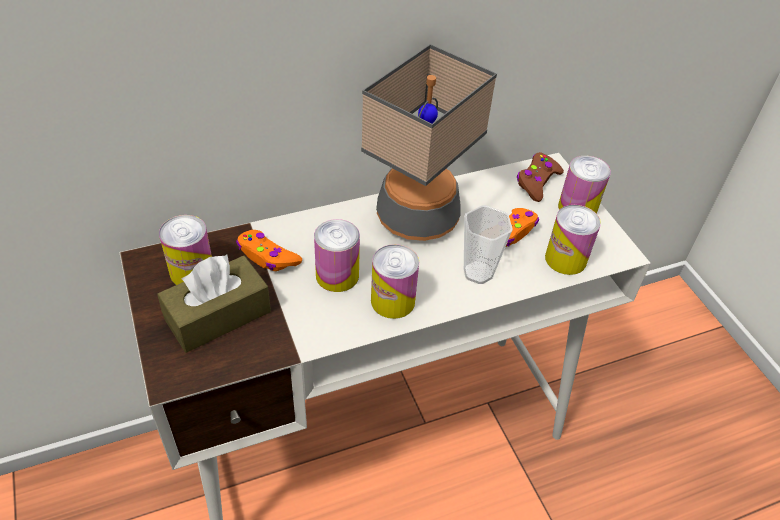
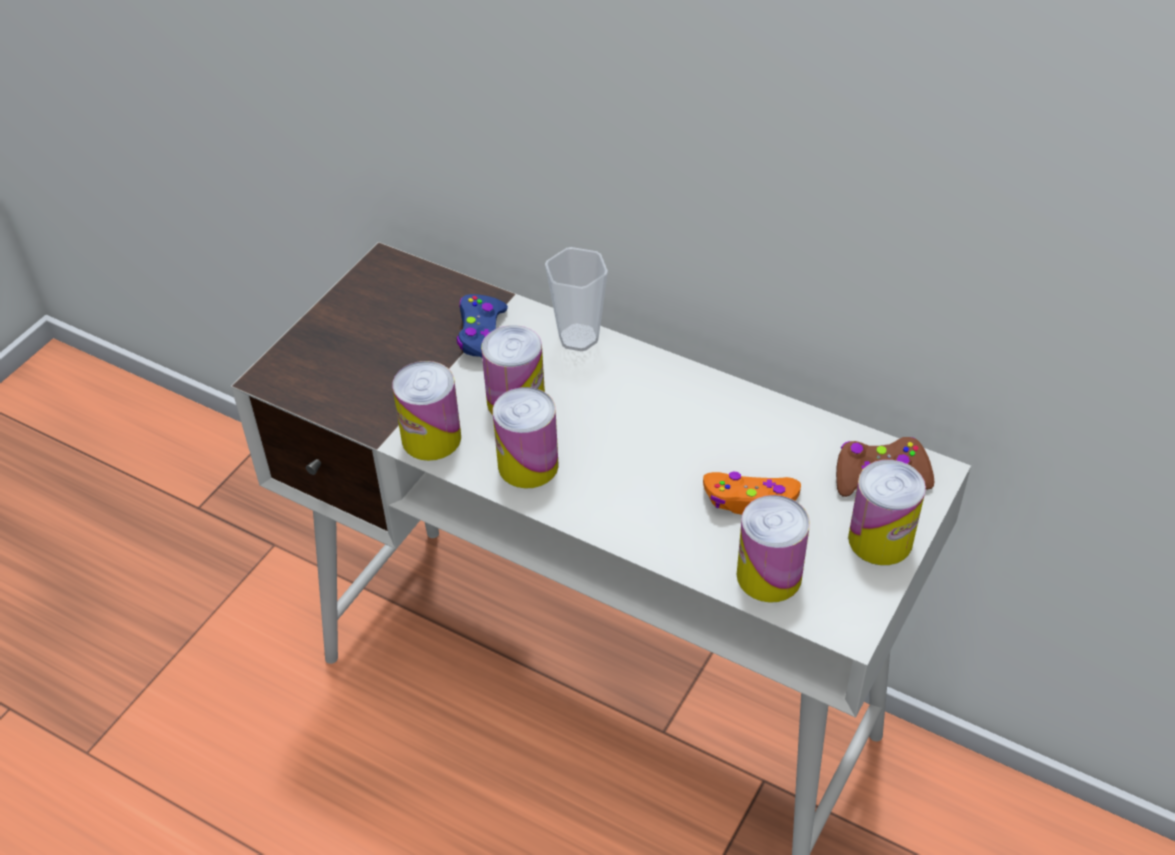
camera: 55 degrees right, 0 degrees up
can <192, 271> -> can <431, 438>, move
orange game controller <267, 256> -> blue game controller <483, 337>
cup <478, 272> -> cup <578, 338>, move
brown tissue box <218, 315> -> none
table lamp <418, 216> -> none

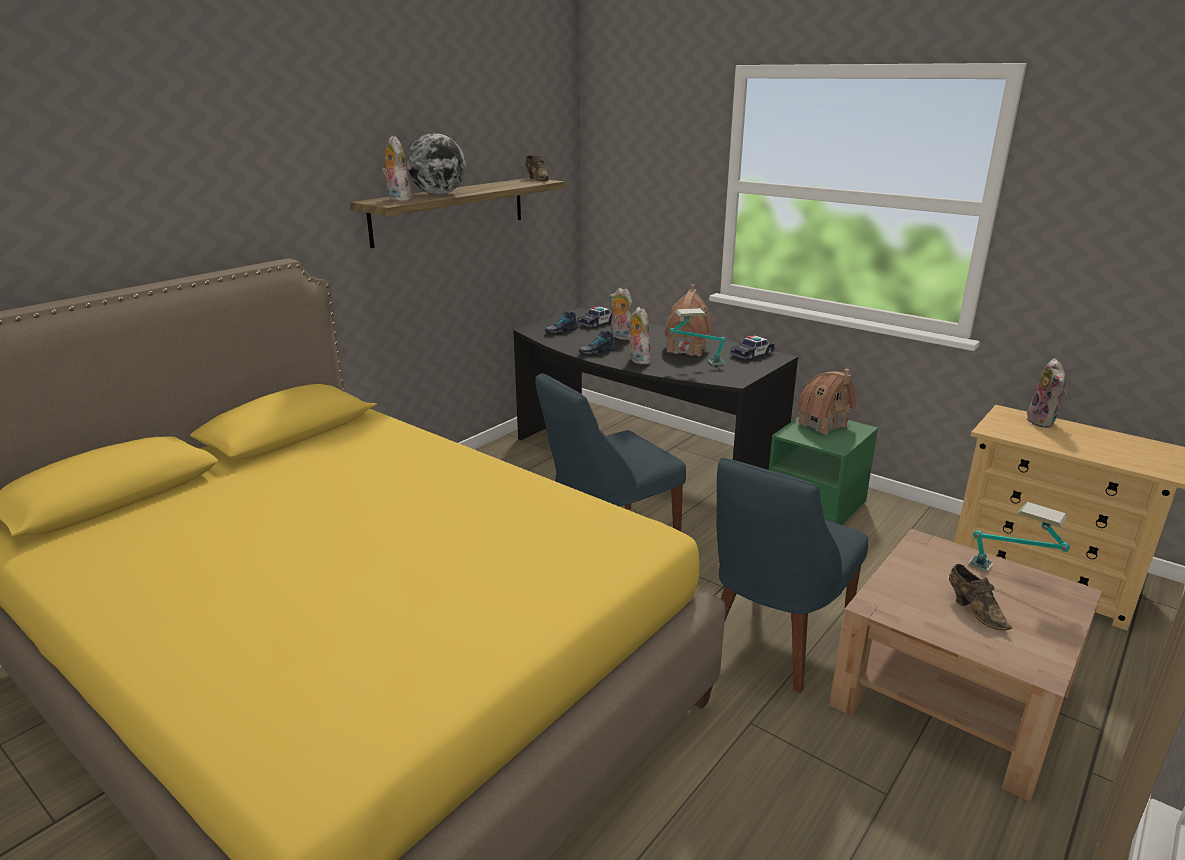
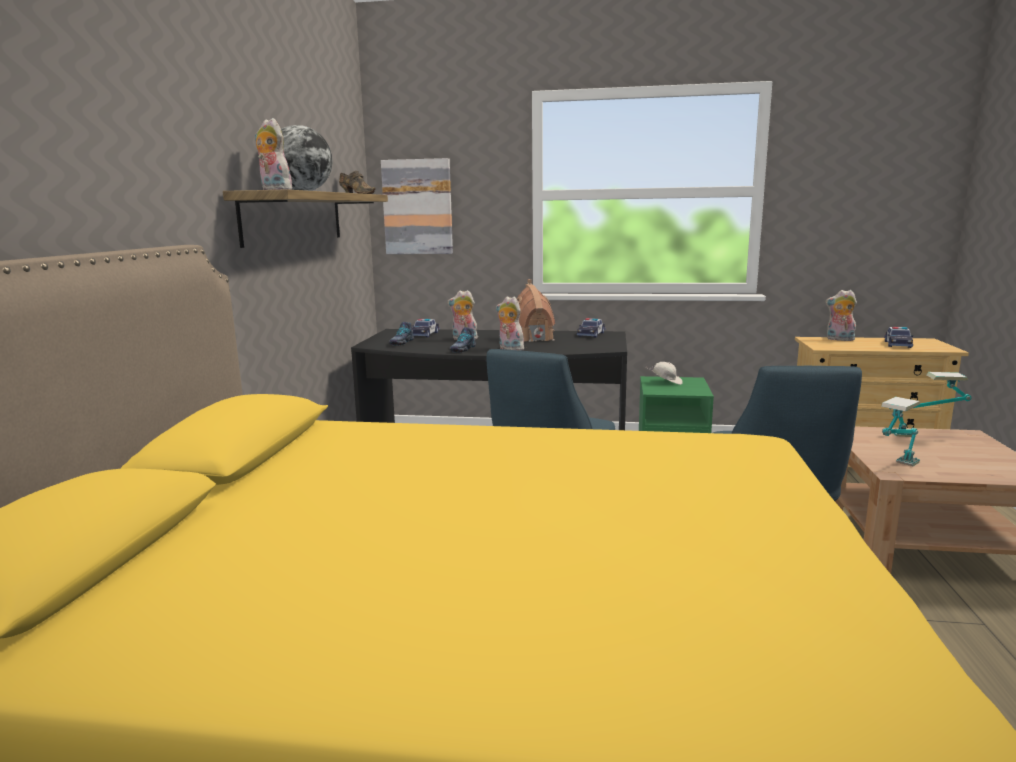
camera: 30 degrees left, 10 degrees down
none -> picture <418, 207>
toy house <822, 424> -> white cap <666, 382>
plush toy <1043, 422> -> plush toy <839, 339>, 135 degrees clockwise
table lamp <696, 364> -> table lamp <896, 469>, move
none -> toy car <897, 344>
brown shoe <974, 610> -> none

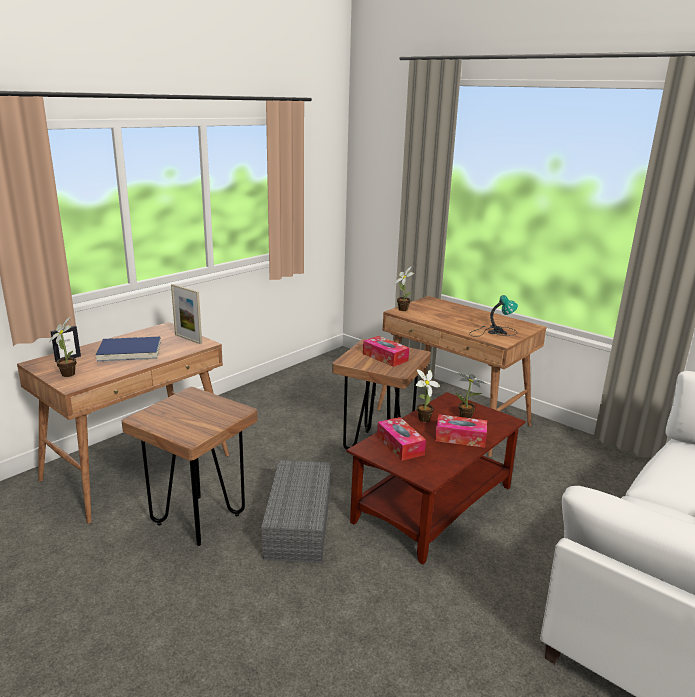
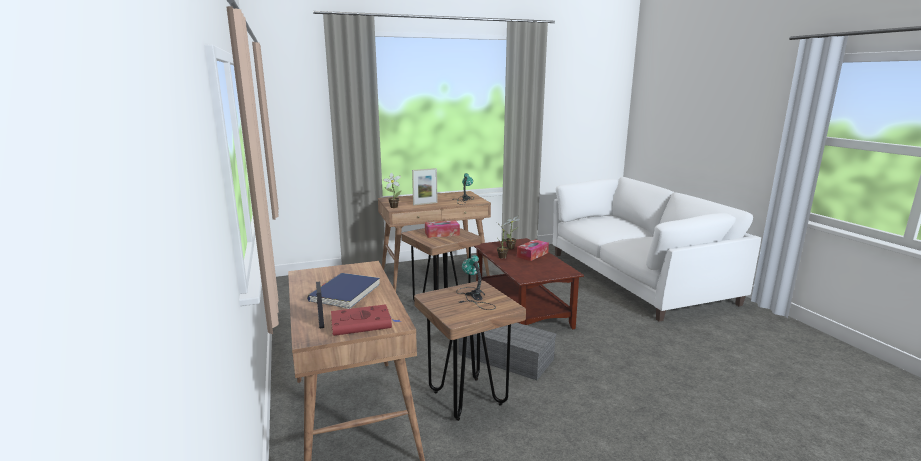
camera: 60 degrees left, 5 degrees down
potted plant <68, 373> -> red book <363, 324>
picture frame <188, 339> -> picture frame <425, 204>, move
none -> table lamp <474, 297>
tissue box <400, 445> -> none

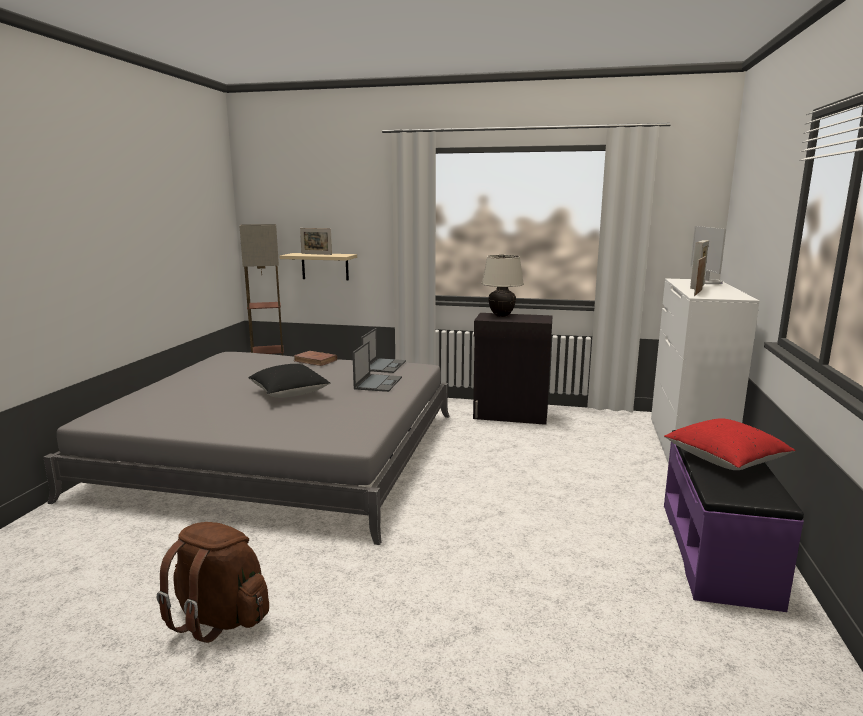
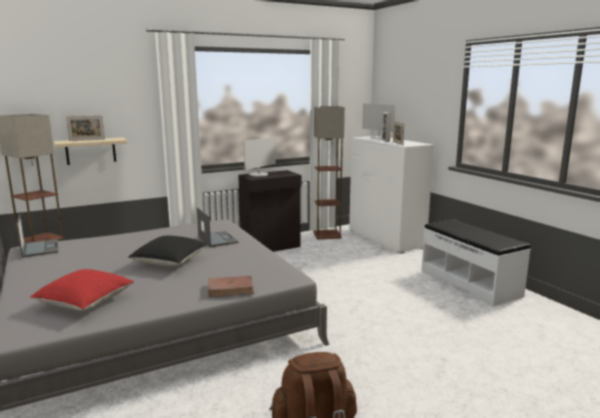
camera: 40 degrees left, 0 degrees up
laptop <384, 365> -> laptop <40, 248>, move
red pillow <725, 460> -> red pillow <85, 303>, move
brown book <315, 360> -> brown book <231, 289>, move
beige table lamp <501, 315> -> monitor <259, 174>
none -> floor lamp <327, 235>
purple bench <717, 551> -> white bench <470, 283>

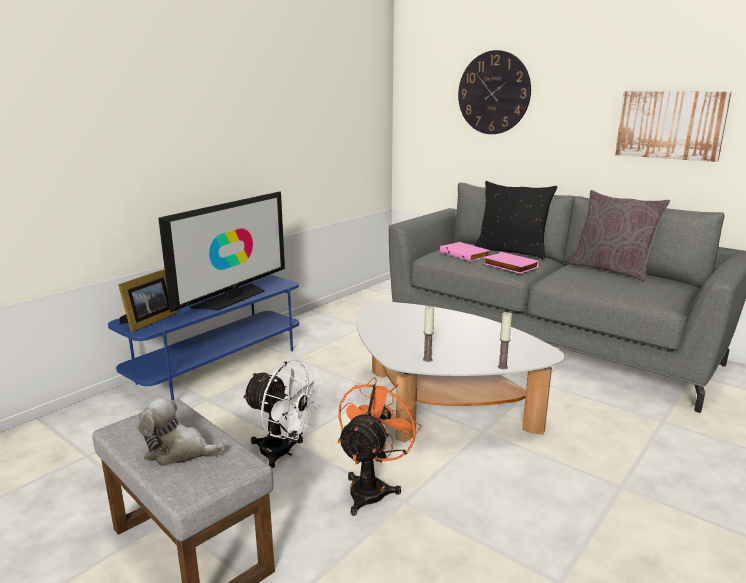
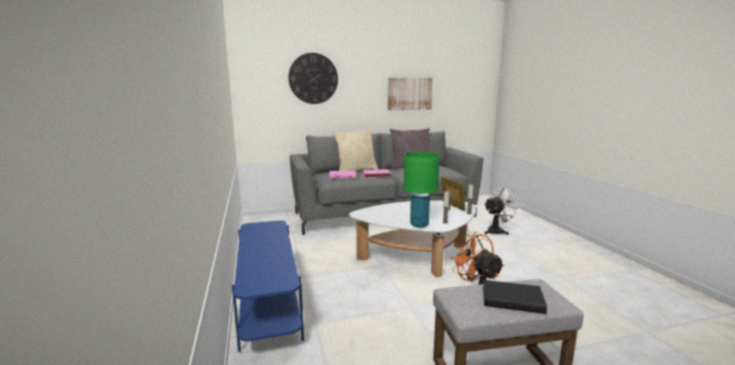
camera: 55 degrees left, 5 degrees down
black pillow <511, 252> -> beige pillow <356, 170>
none -> green table lamp <419, 225>
picture frame <148, 321> -> picture frame <451, 207>, move
plush toy <179, 451> -> black book <512, 299>
white fan <283, 452> -> white fan <498, 231>, move
television <232, 298> -> none

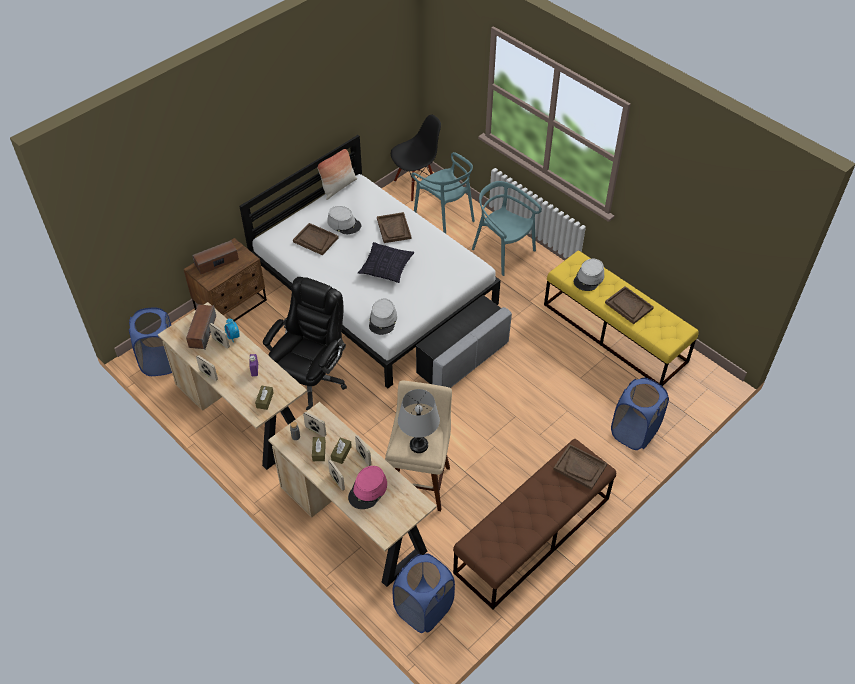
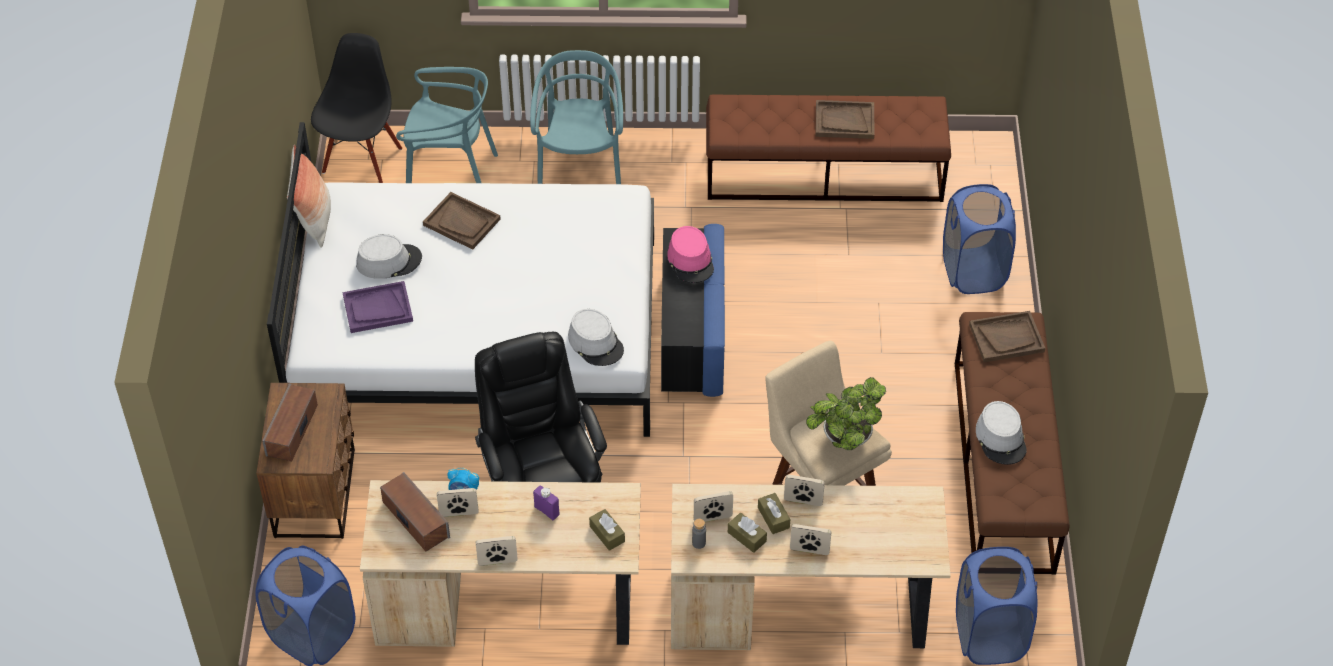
camera: 45 degrees left, 0 degrees up
brown tray <315, 240> -> purple tray <377, 309>
turquoise chair <502, 252> -> turquoise chair <580, 169>, 90 degrees clockwise
grey ottoman <462, 358> -> blue ottoman <692, 333>
pink hat <368, 490> -> pink hat <691, 260>, move
yellow bench <615, 333> -> brown bench <825, 174>
grey table lamp <419, 445> -> potted plant <844, 440>
grey hat <589, 278> -> grey hat <1001, 438>, move
pillow <386, 268> -> none

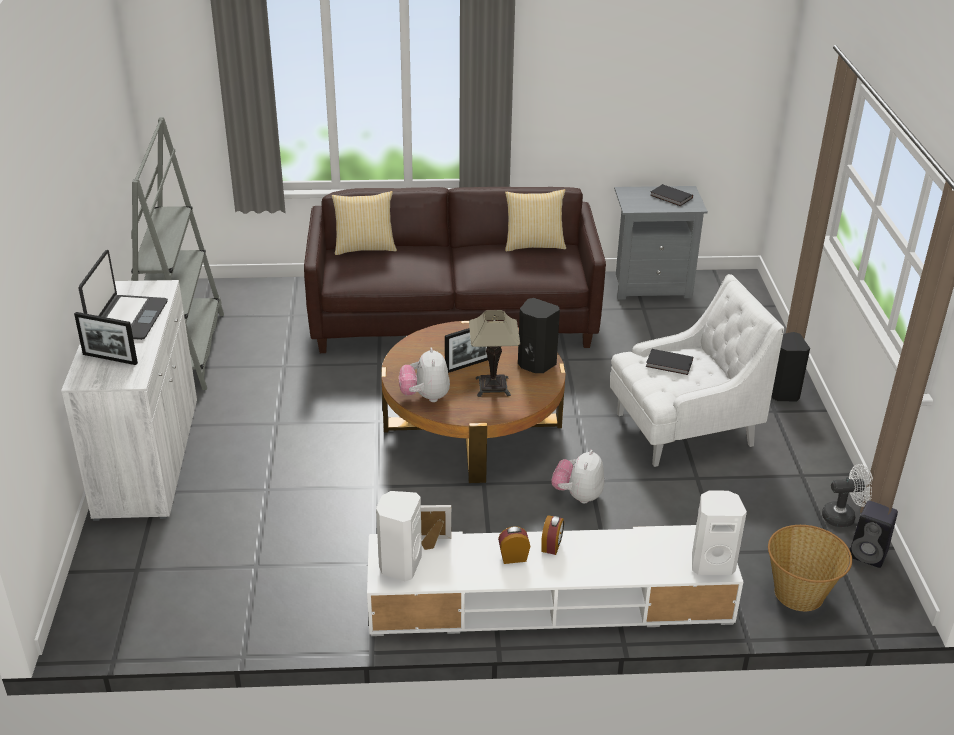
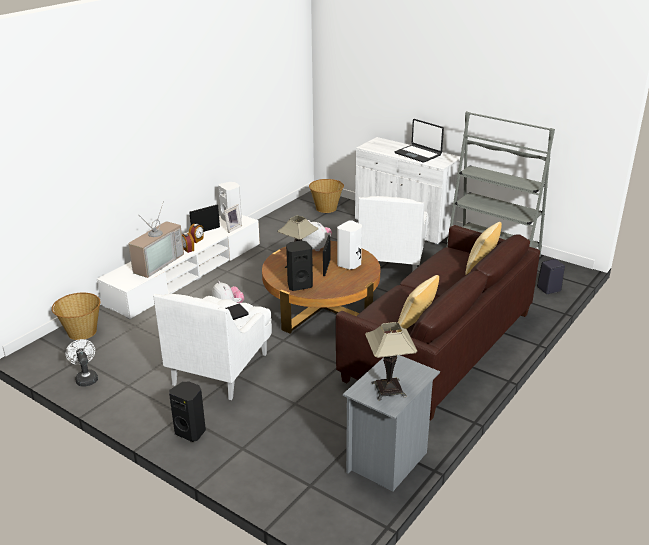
camera: 130 degrees right, 5 degrees down
white fan <843, 516> -> white fan <86, 378>, 120 degrees clockwise
none -> television <156, 262>
picture frame <110, 359> -> picture frame <205, 230>, move
none -> basket <326, 208>
white speaker <711, 563> -> white speaker <350, 264>, move
none -> white armchair <392, 262>
black book <671, 197> -> table lamp <388, 389>
black speaker <869, 554> -> black speaker <548, 289>, move

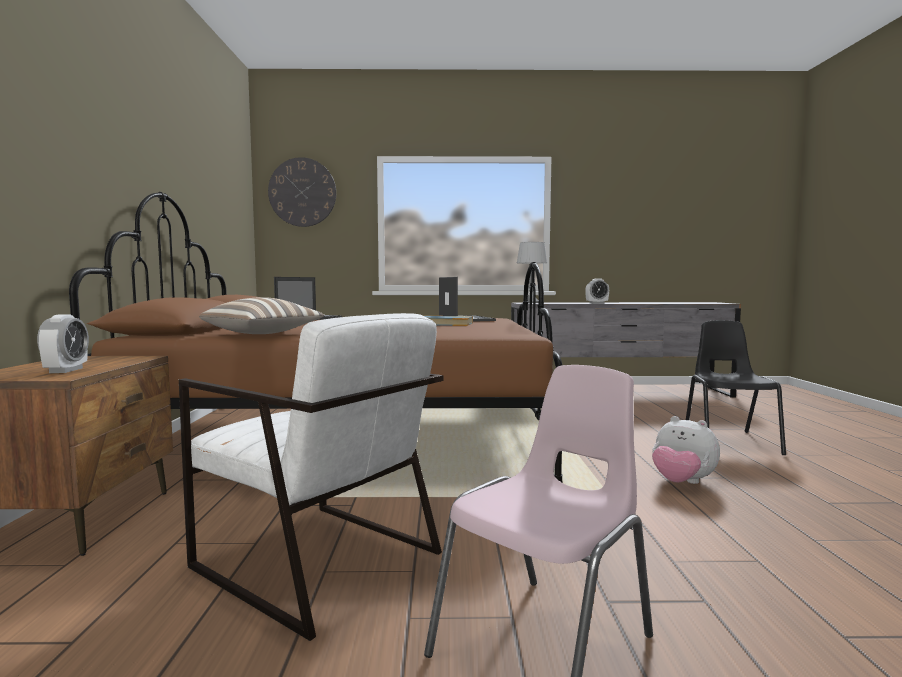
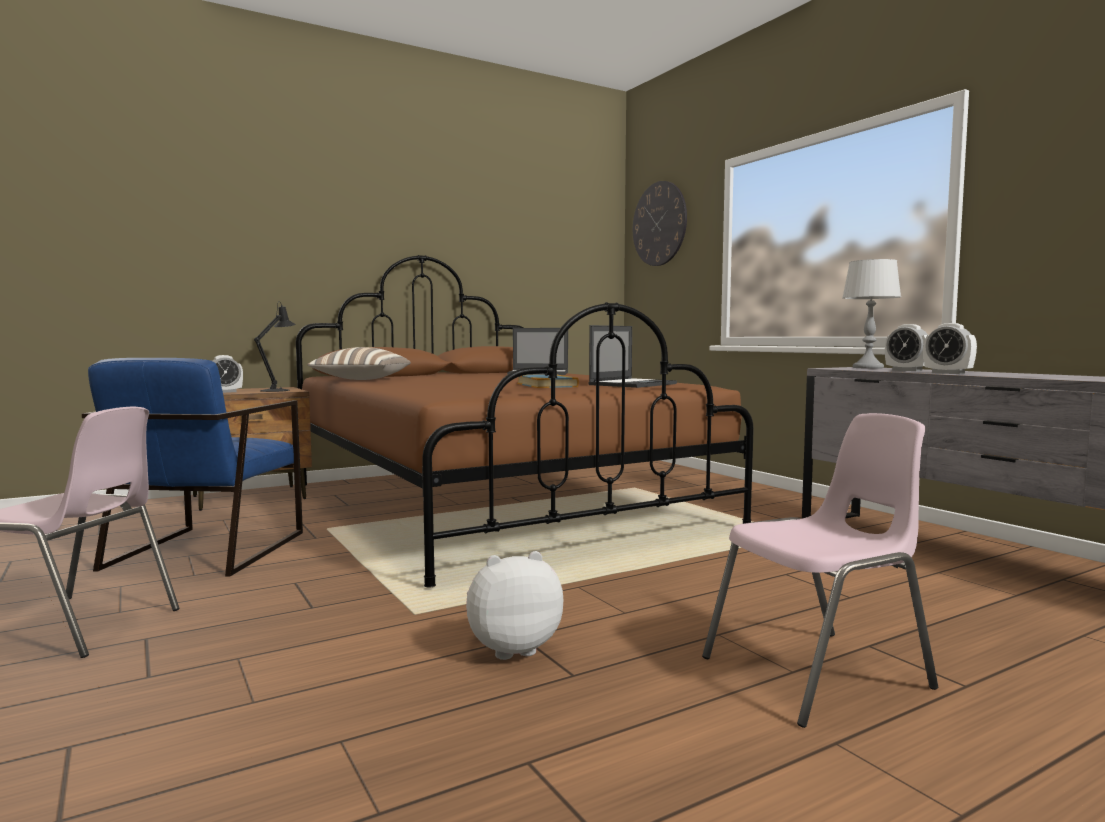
camera: 60 degrees right, 0 degrees up
white armchair <317, 560> -> blue armchair <206, 550>
none -> black table lamp <278, 390>
plush toy <682, 482> -> plush toy <511, 648>, 60 degrees clockwise
black chair <729, 441> -> pink chair <820, 674>
none -> alarm clock <907, 370>

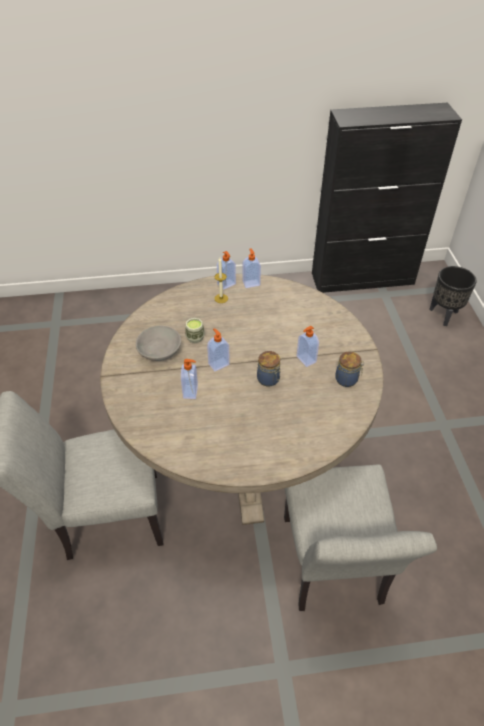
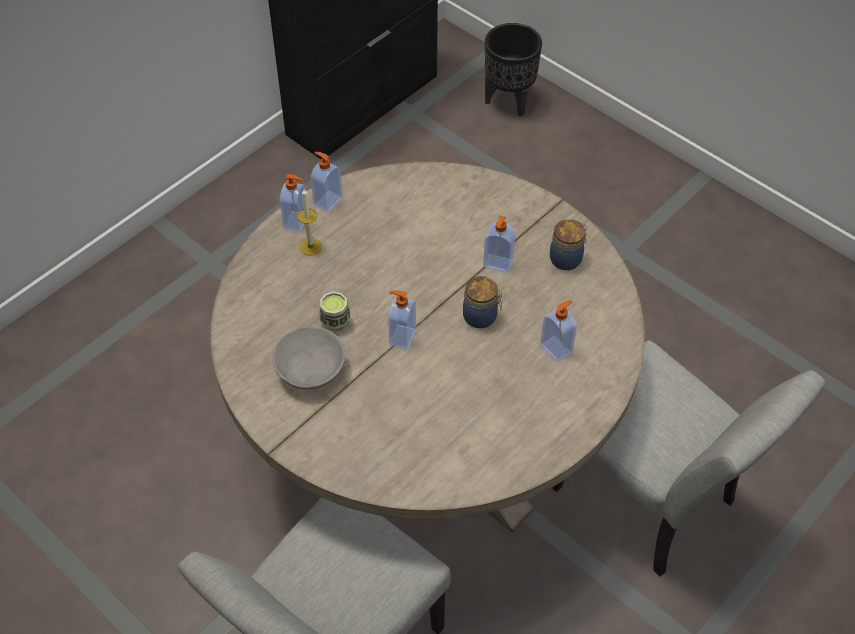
camera: 40 degrees left, 5 degrees up
soap dispenser <191, 392> -> soap dispenser <557, 348>, move

